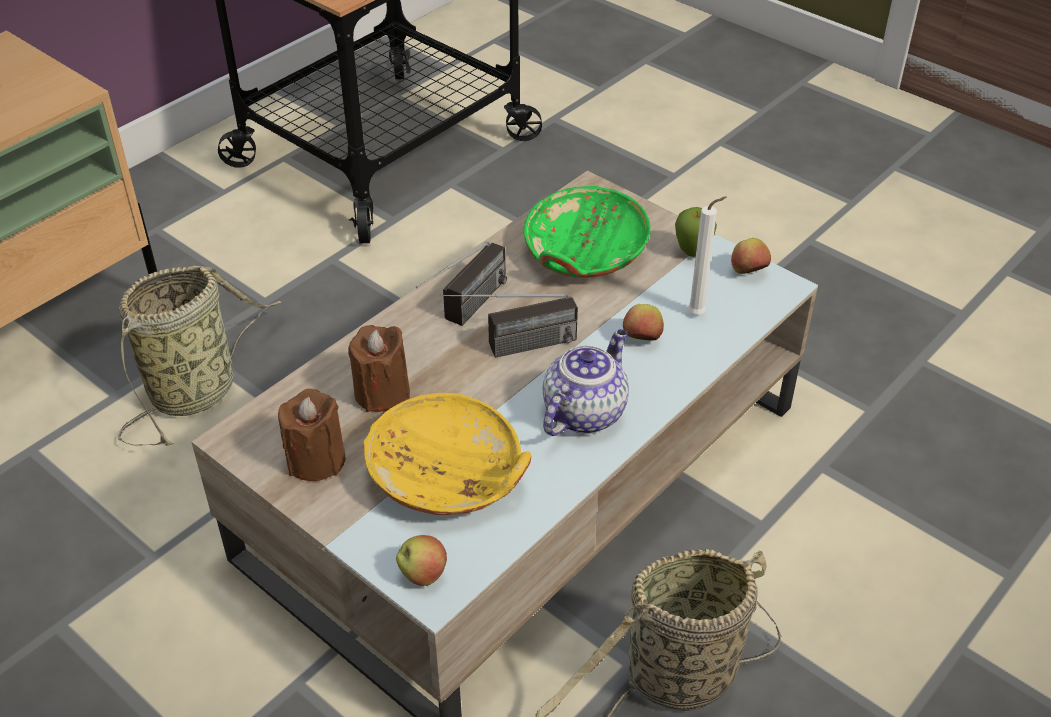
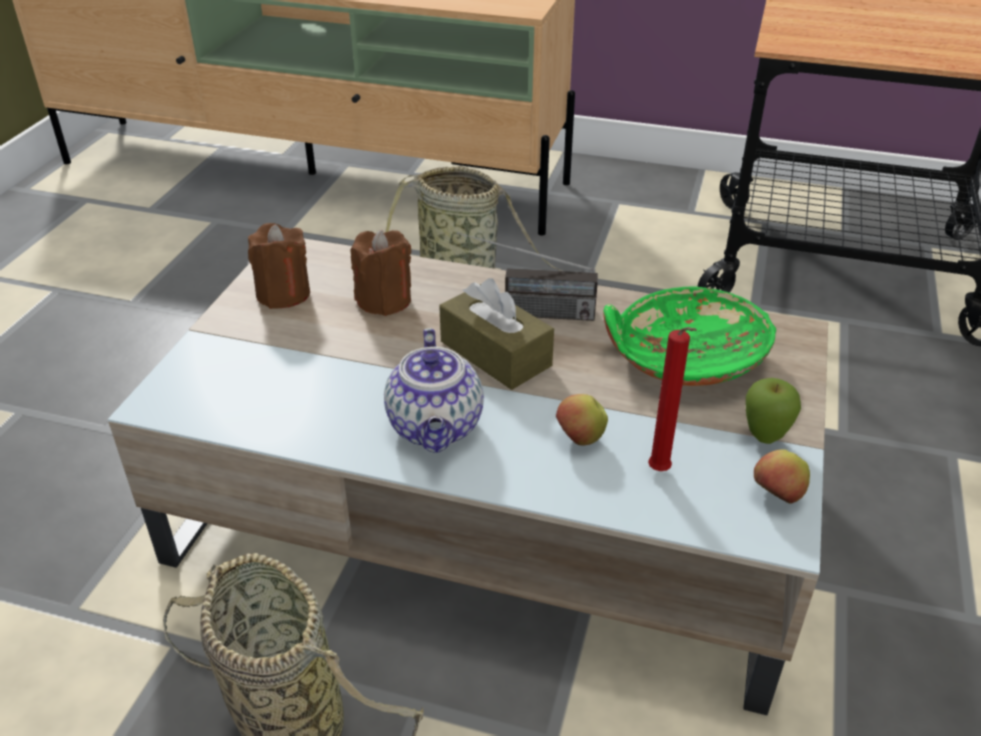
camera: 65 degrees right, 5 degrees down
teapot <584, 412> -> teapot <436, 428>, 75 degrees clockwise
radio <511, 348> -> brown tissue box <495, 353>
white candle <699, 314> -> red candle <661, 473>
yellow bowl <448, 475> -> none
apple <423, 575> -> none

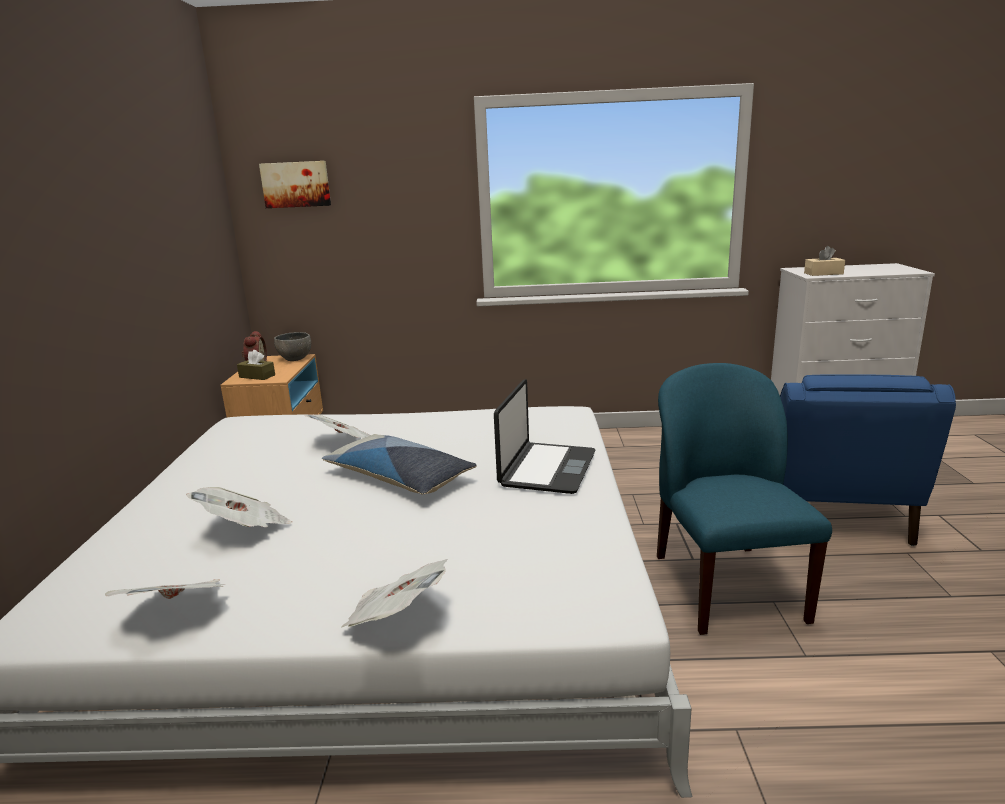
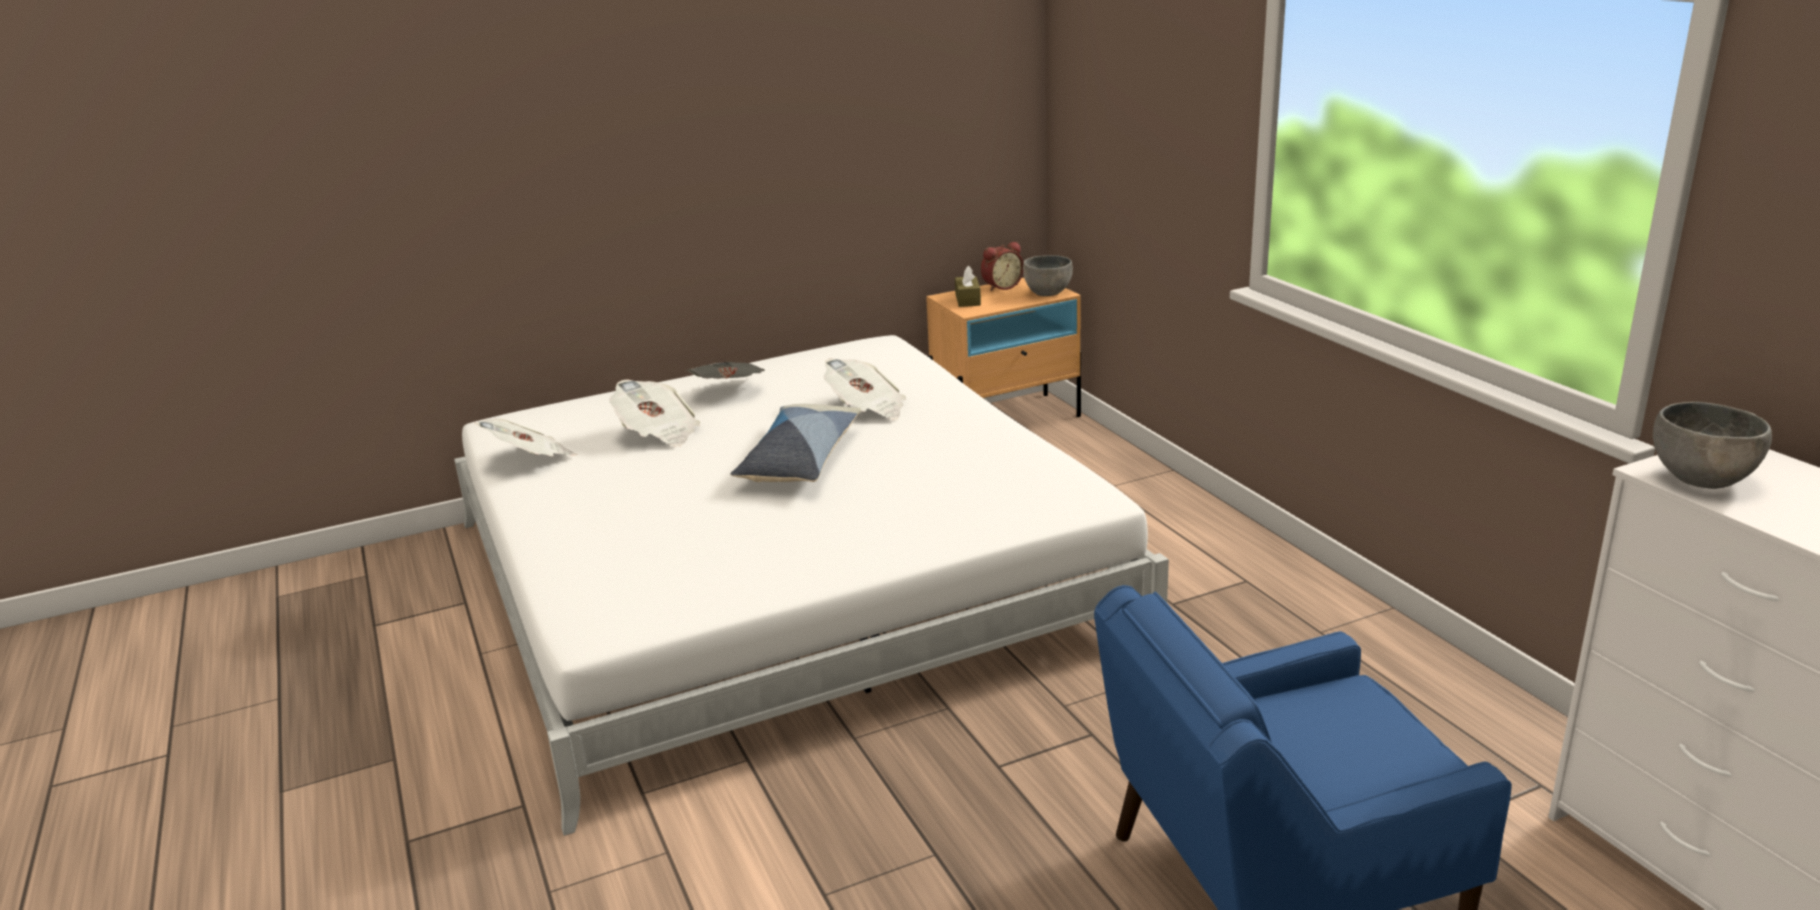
camera: 65 degrees right, 5 degrees up
newspaper <397, 617> -> newspaper <729, 391>, move
beige tissue box <823, 273> -> grey bowl <1702, 479>
picture <296, 184> -> none
laptop <546, 469> -> none
blue chair <726, 585> -> none

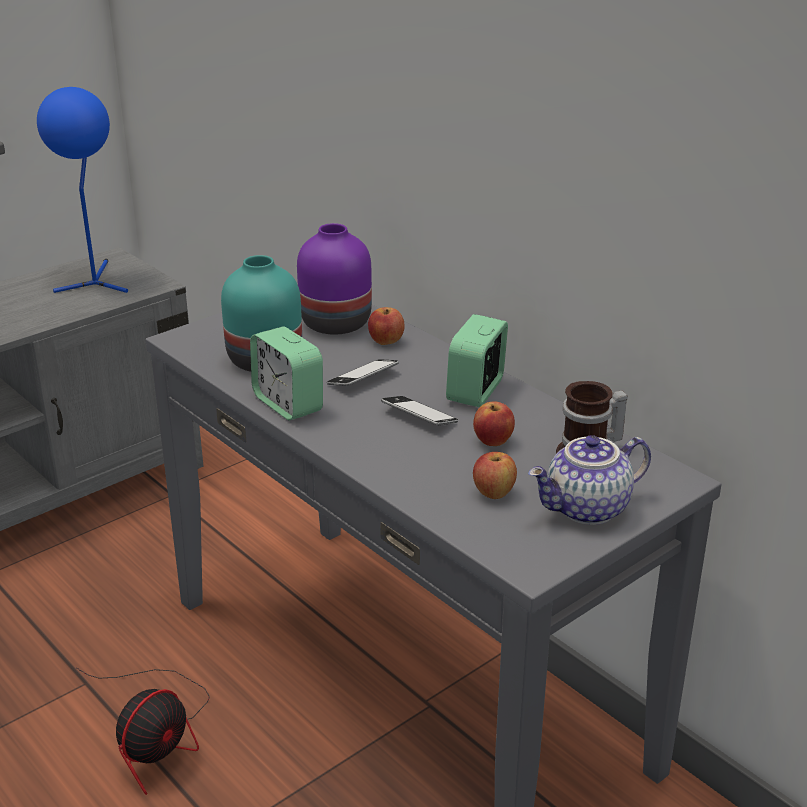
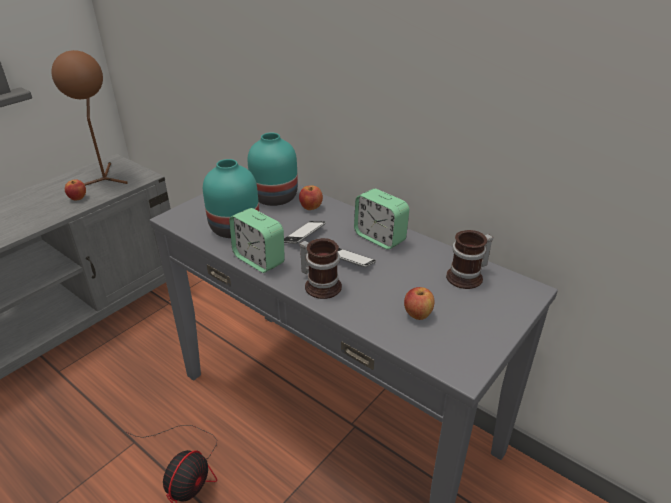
camera: 10 degrees left, 5 degrees up
blue table lamp <96, 280> -> brown table lamp <105, 177>
apple <493, 441> -> apple <78, 198>, move
purple vase <337, 322> -> turquoise vase <275, 197>
none -> mug <321, 284>
alarm clock <476, 391> -> alarm clock <380, 238>, 60 degrees counterclockwise
teapot <587, 510> -> none

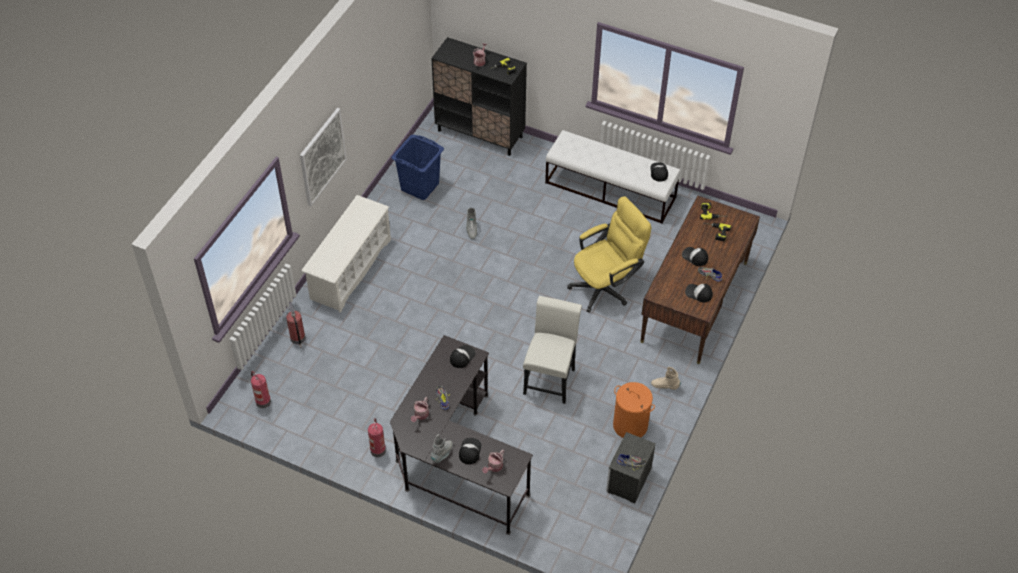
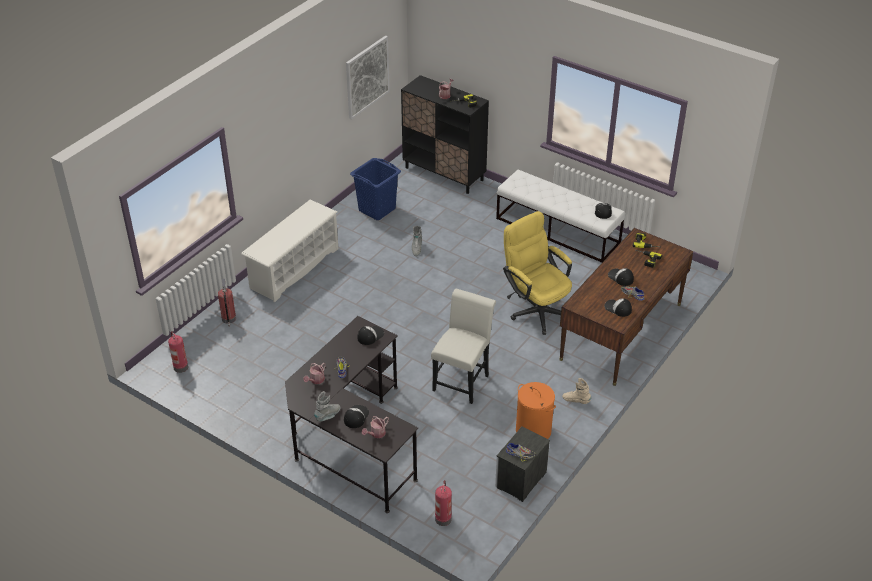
camera: 10 degrees right, 10 degrees down
picture <322, 156> -> picture <367, 77>, move
fire extinguisher <377, 450> -> fire extinguisher <443, 518>, move
yellow office chair <606, 286> -> yellow office chair <536, 309>, 105 degrees counterclockwise

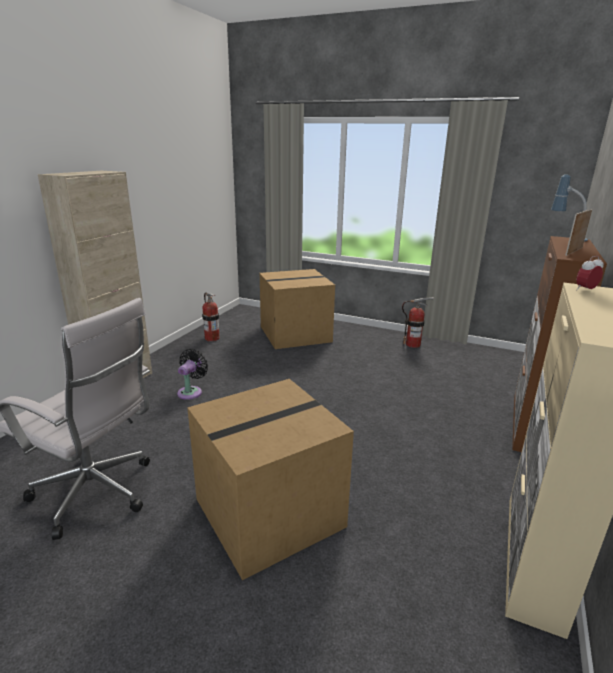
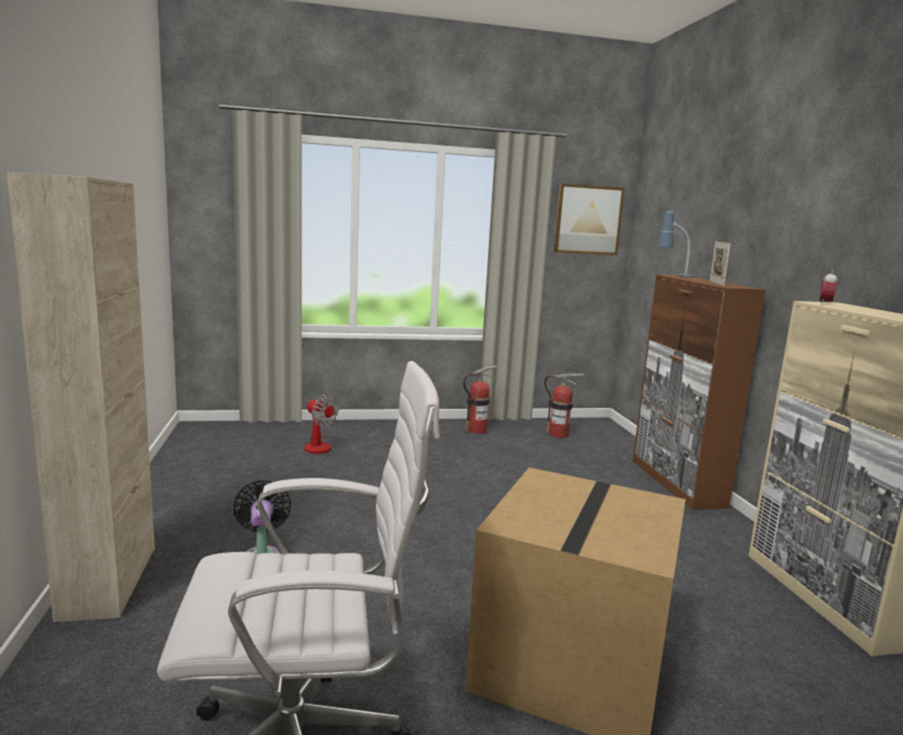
camera: 35 degrees left, 10 degrees down
cardboard box <296, 333> -> fan <319, 445>
fire extinguisher <212, 338> -> fire extinguisher <558, 435>, move
none -> picture <588, 220>

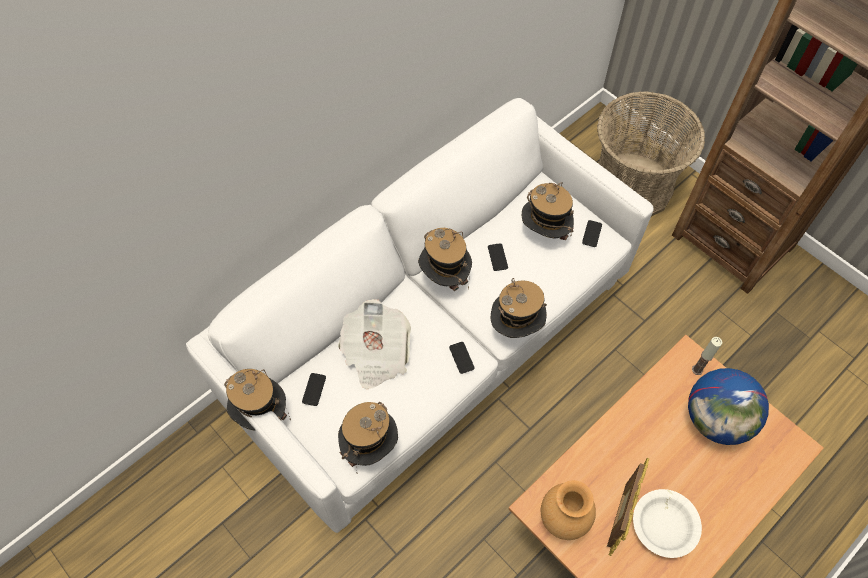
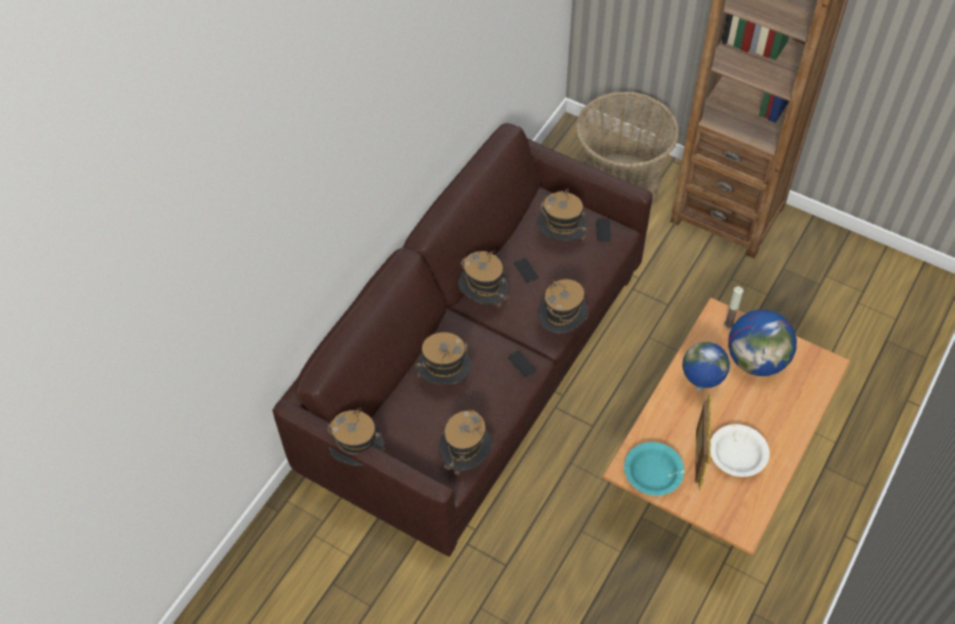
camera: 15 degrees left, 5 degrees down
white sofa <433, 341> -> brown sofa <477, 372>
newspaper <376, 354> -> hat <445, 380>
brown vase <563, 521> -> turquoise bowl <653, 474>
none -> globe <699, 389>
phone <314, 389> -> none

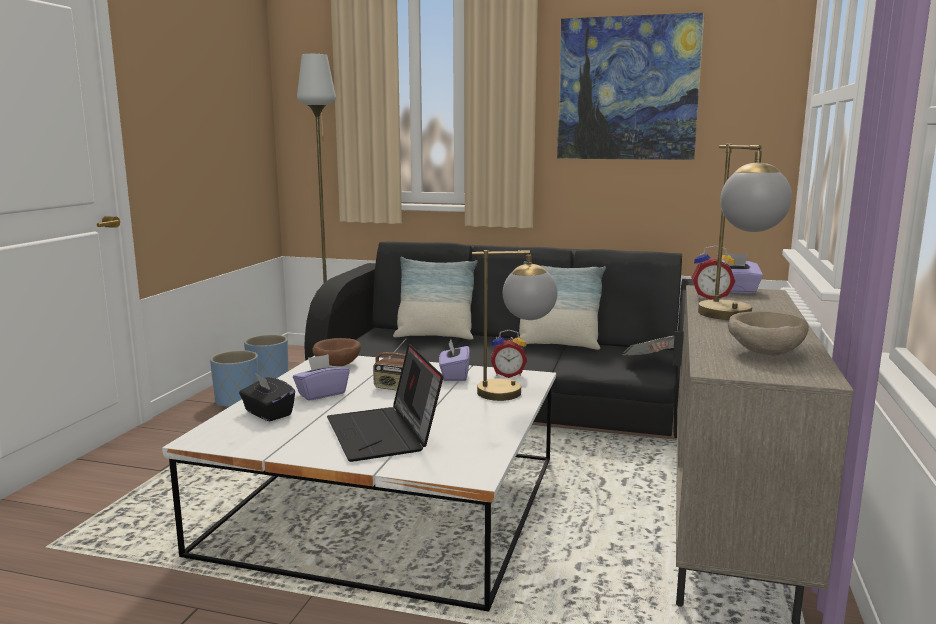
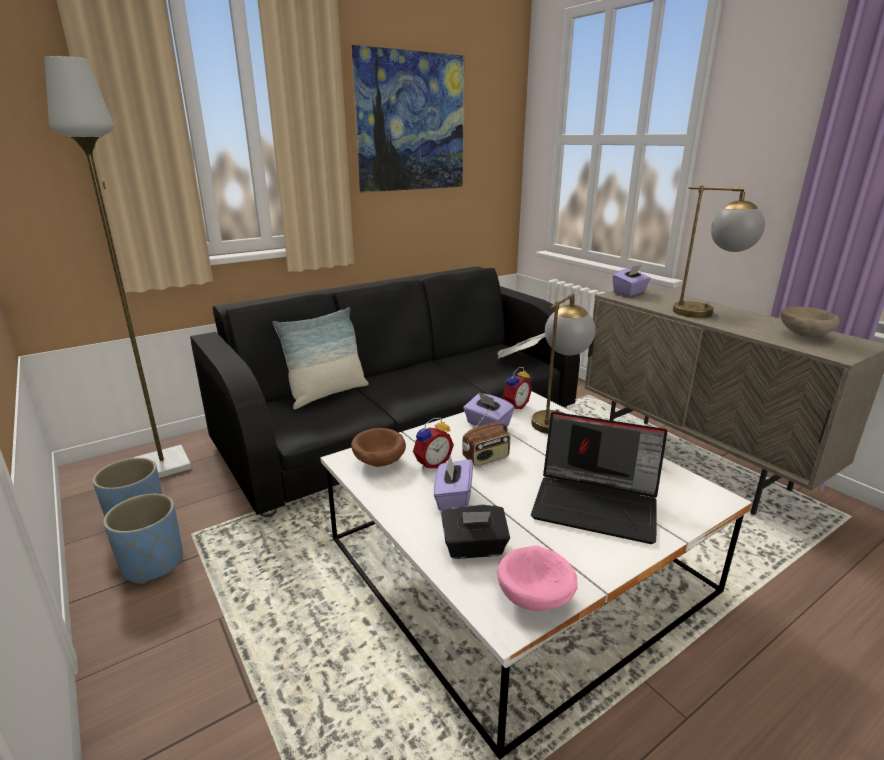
camera: 50 degrees left, 10 degrees up
alarm clock <711, 298> -> alarm clock <431, 463>, move
none -> pink bowl <536, 598>
pillow <558, 345> -> none

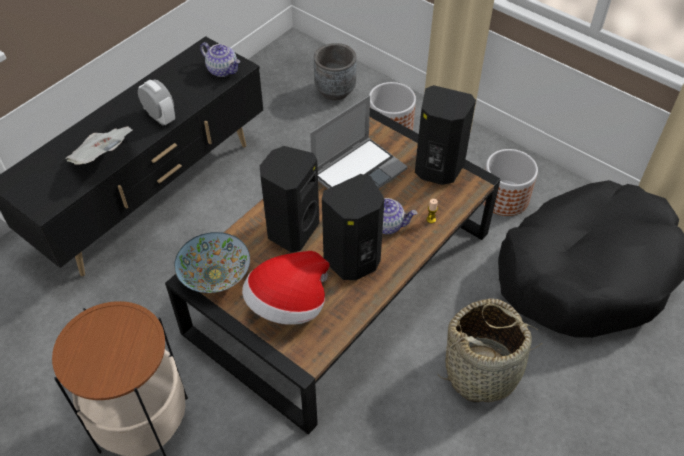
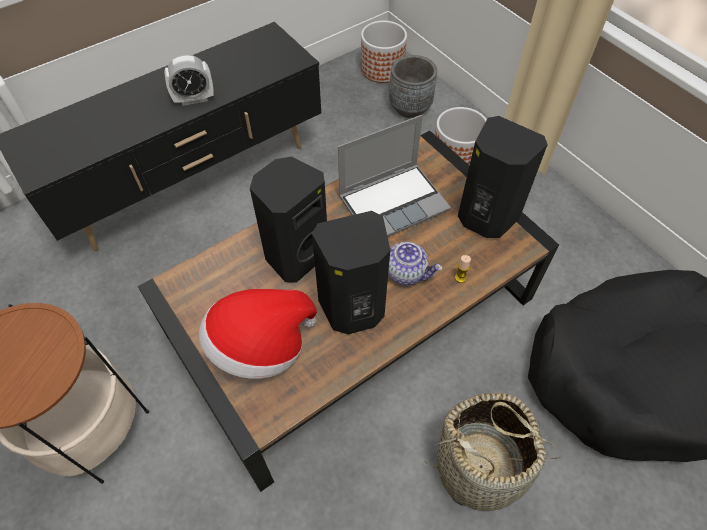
camera: 15 degrees right, 5 degrees up
alarm clock <160, 117> -> alarm clock <194, 99>, 105 degrees clockwise
planter <504, 198> -> planter <382, 69>, move
newspaper <103, 157> -> none
bowl <215, 275> -> none
teapot <223, 70> -> none

